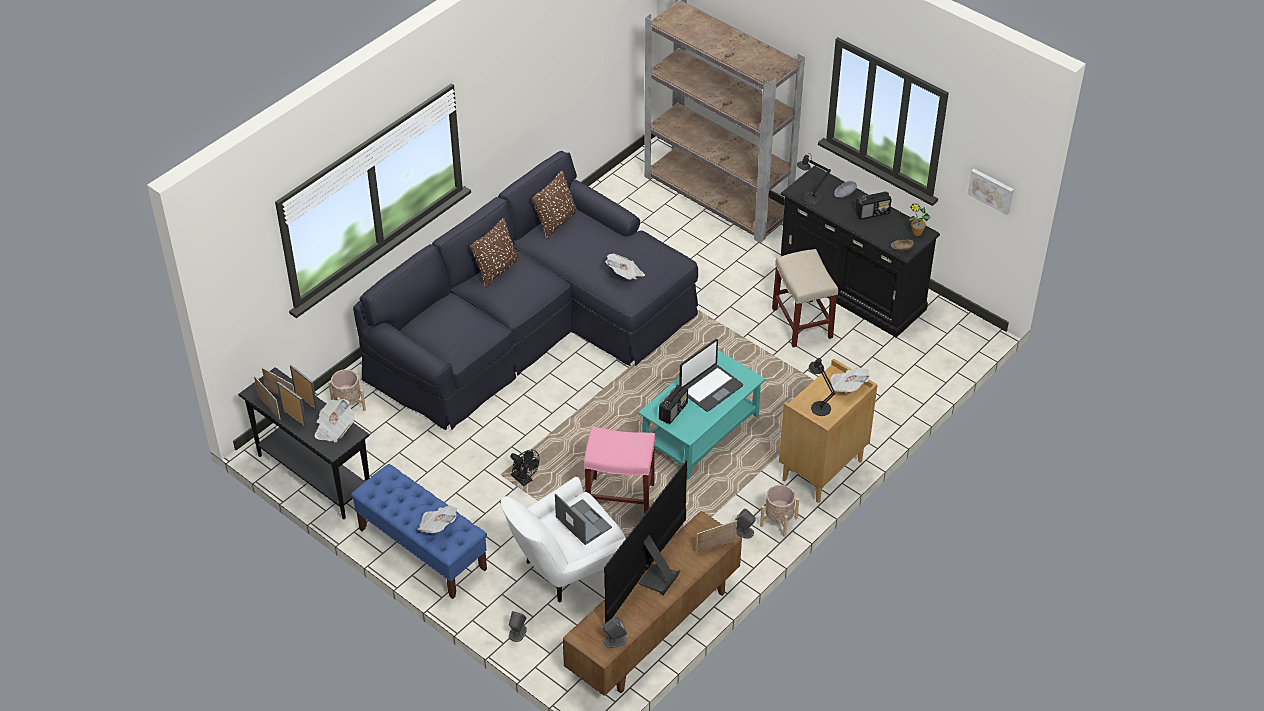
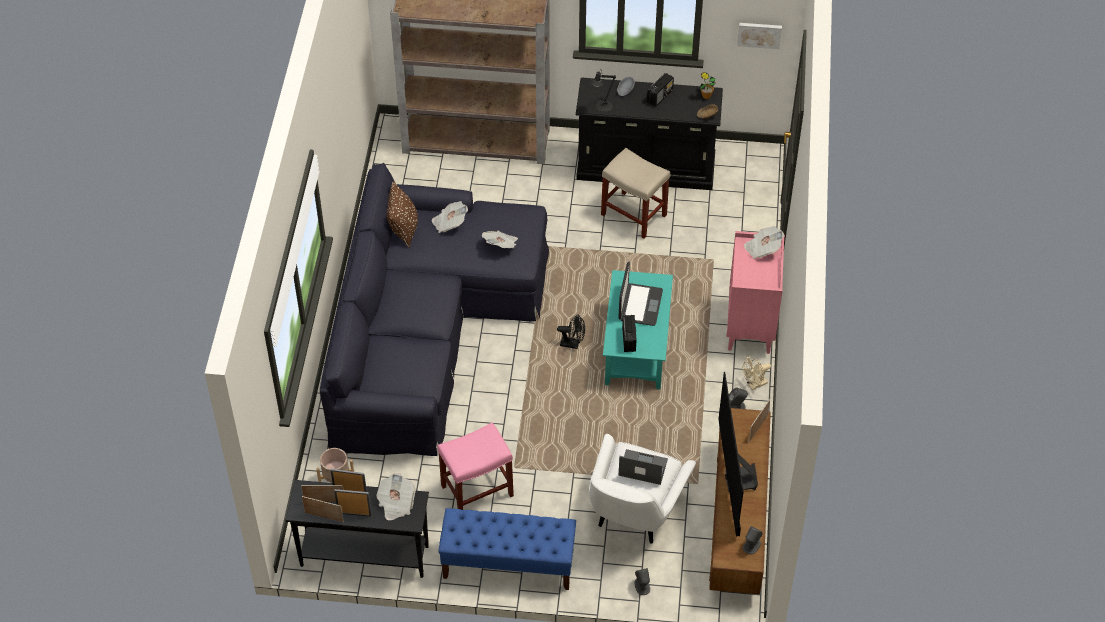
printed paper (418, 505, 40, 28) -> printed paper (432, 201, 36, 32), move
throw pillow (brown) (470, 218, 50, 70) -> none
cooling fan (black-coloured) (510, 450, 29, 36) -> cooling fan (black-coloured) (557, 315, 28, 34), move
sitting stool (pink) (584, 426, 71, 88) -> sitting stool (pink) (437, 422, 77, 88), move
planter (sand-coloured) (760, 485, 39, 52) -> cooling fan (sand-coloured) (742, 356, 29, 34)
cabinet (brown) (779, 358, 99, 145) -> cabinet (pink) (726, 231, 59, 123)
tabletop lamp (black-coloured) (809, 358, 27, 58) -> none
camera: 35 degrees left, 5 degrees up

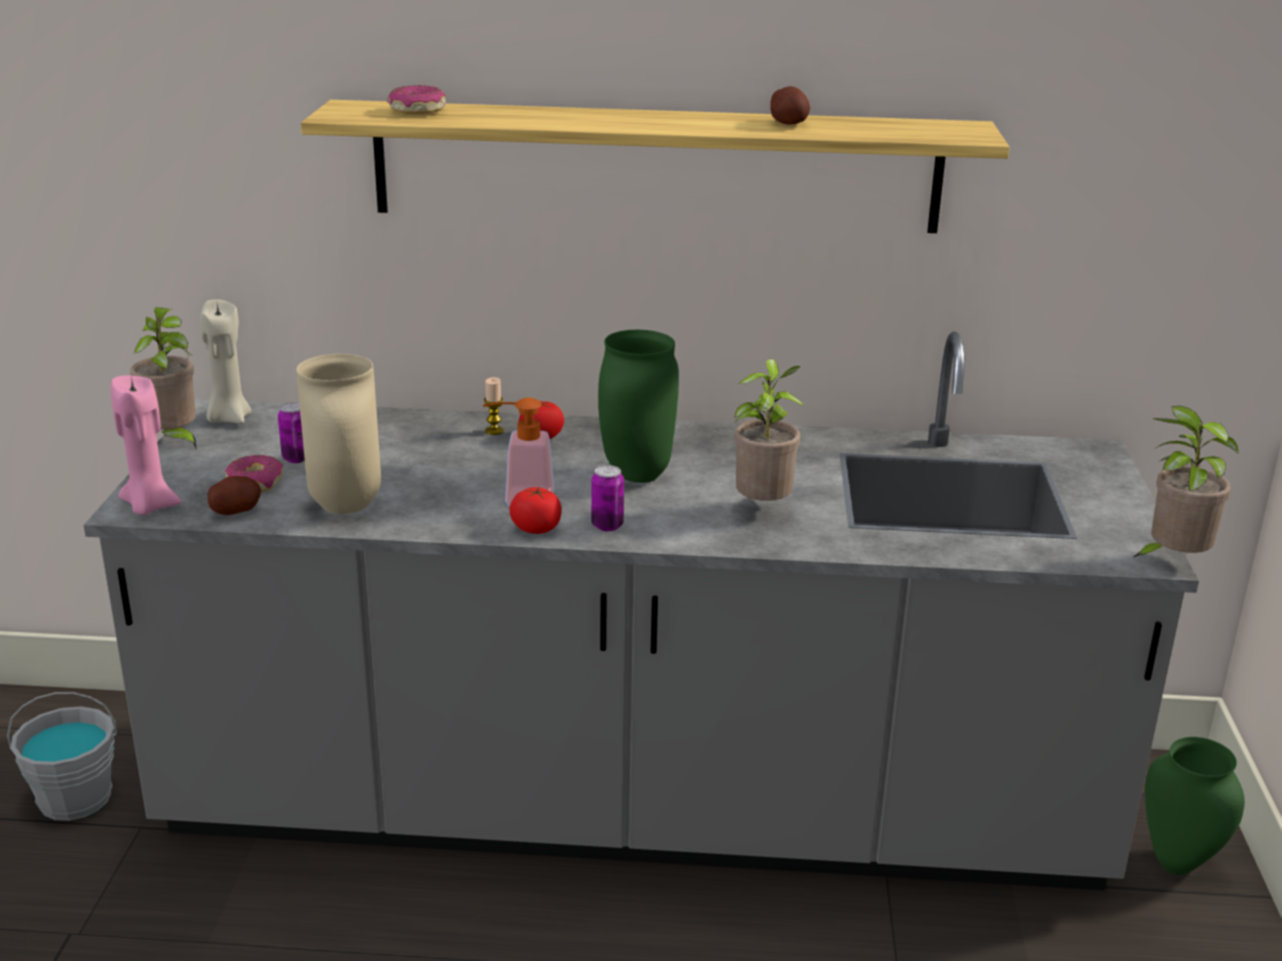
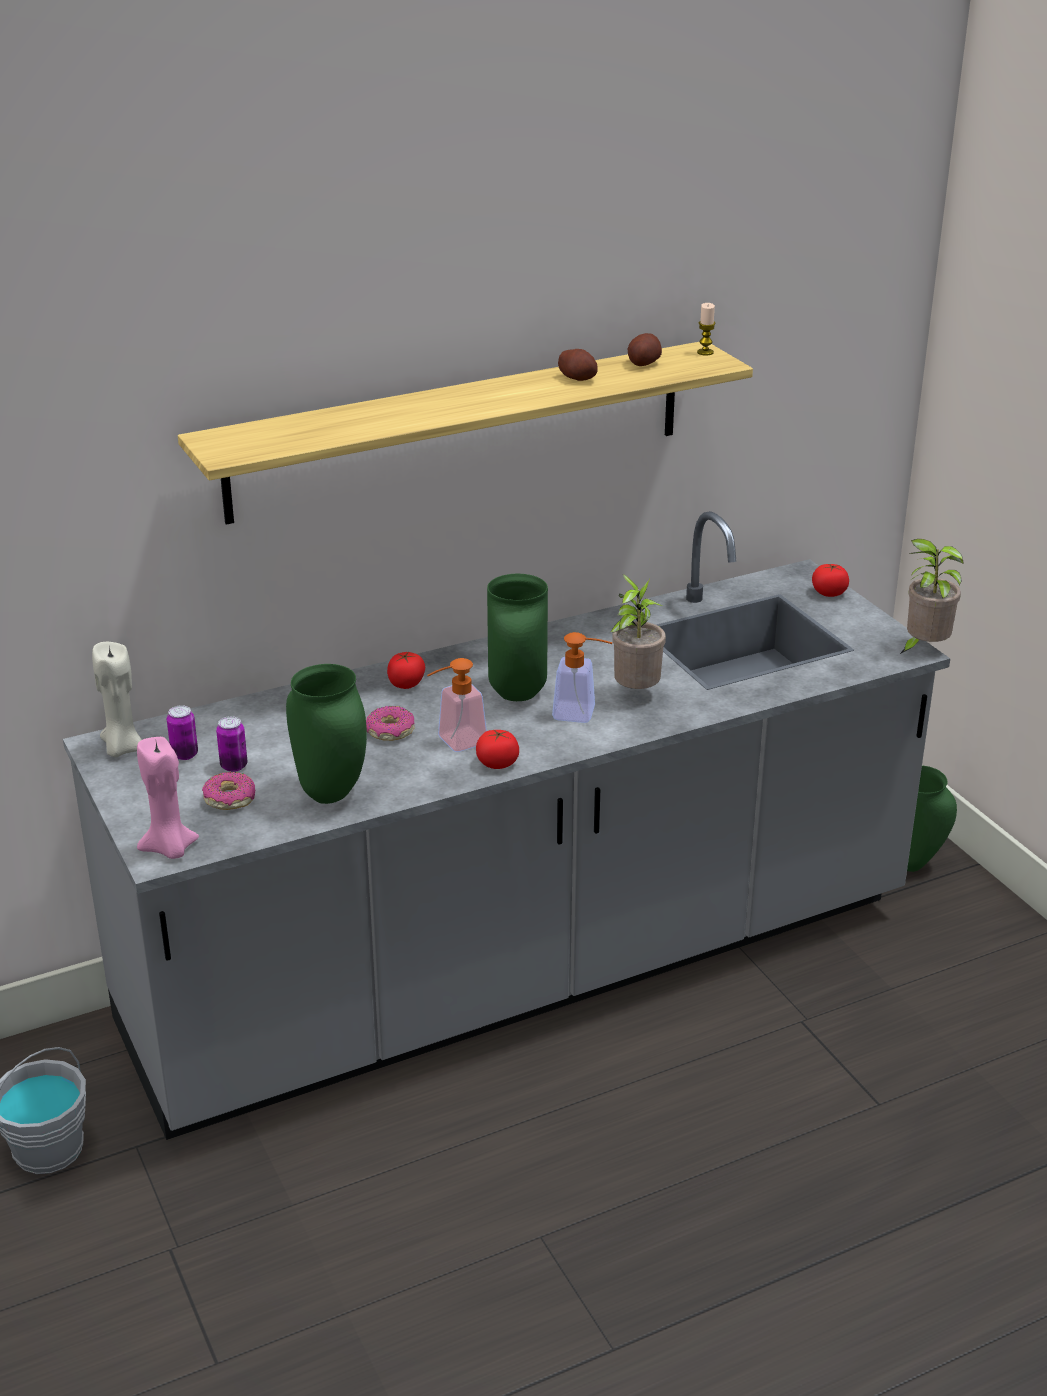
plant in a pot (130, 307, 66, 141) -> none
spud (207, 476, 54, 39) -> spud (627, 333, 35, 33), move
flower vase (sand-coloured) (296, 354, 85, 160) -> flower vase (green) (286, 664, 81, 140)
doughnut (387, 85, 59, 29) -> doughnut (366, 706, 49, 35), move
wax candle (484, 377, 20, 58) -> wax candle (697, 303, 18, 53), move
can (591, 465, 33, 66) -> can (167, 705, 31, 55), move
none -> soap dispenser (552, 632, 61, 91)
none -> whole tomato (812, 564, 37, 33)
camera: 30 degrees left, 5 degrees up

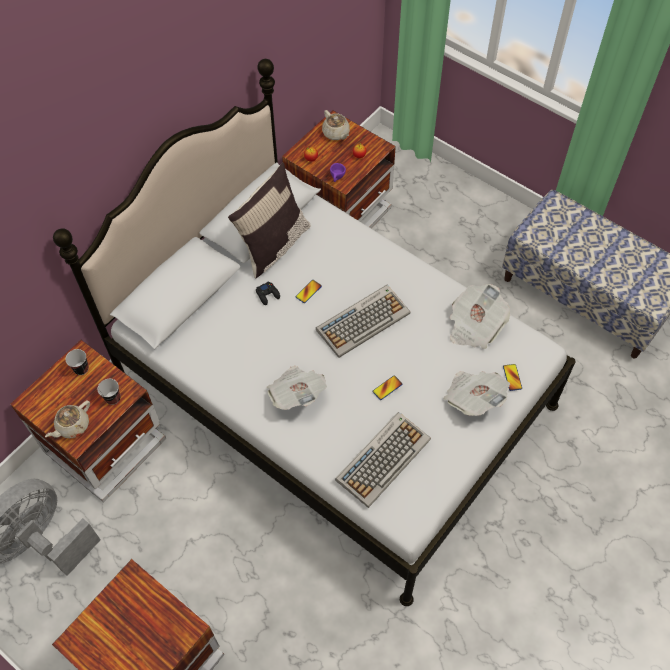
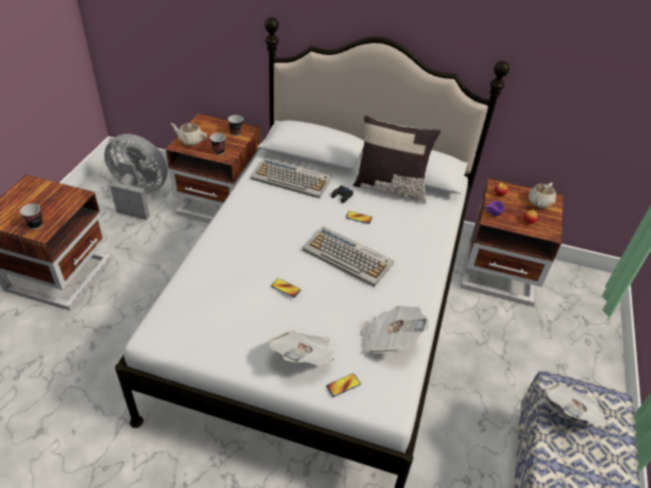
printed paper (267, 366, 60, 44) -> printed paper (546, 383, 62, 44), move
computer keyboard (335, 412, 96, 96) -> computer keyboard (251, 158, 80, 41), move
none -> drinking cup (20, 204, 23, 25)
camera: 65 degrees right, 15 degrees down

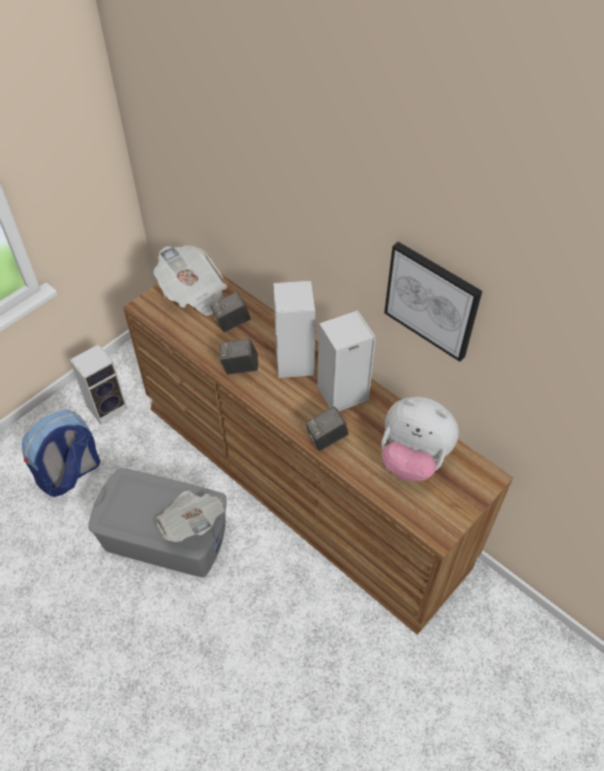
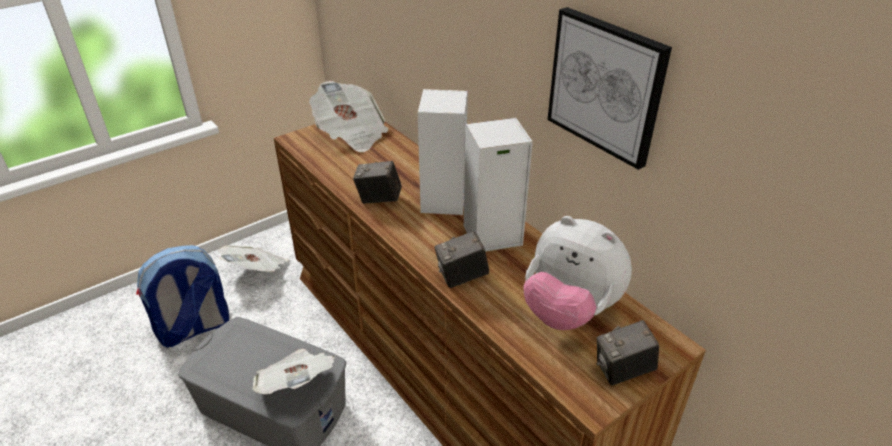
speaker (69, 344, 59, 81) -> printed paper (218, 245, 71, 27)
photo camera (210, 292, 41, 40) -> photo camera (597, 320, 62, 65), move
camera: 10 degrees right, 15 degrees down

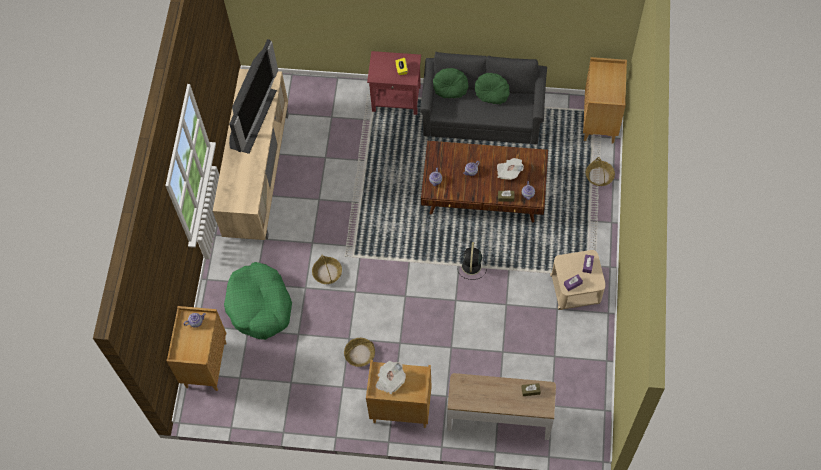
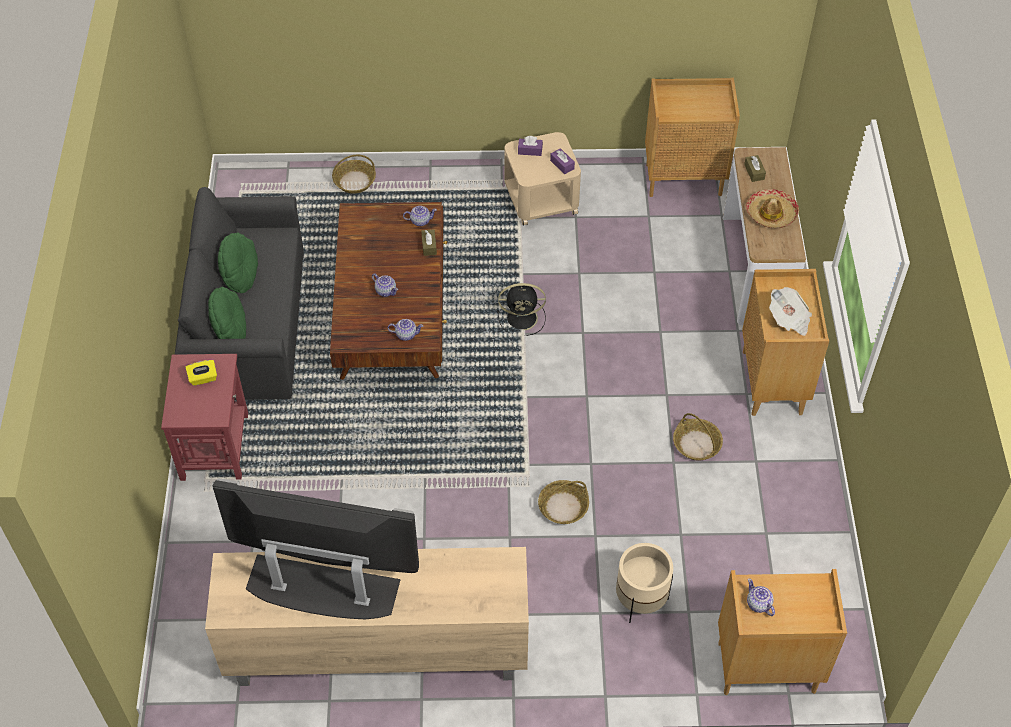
dog cushion (green) (224, 262, 68, 78) -> planter (sand-coloured) (616, 543, 57, 80)
printed paper (497, 158, 27, 22) -> none
cabinet (brown) (583, 57, 44, 86) -> cabinet (brown) (645, 78, 95, 119), move
none -> clothing hat (746, 189, 53, 39)
camera: 100 degrees left, 10 degrees down

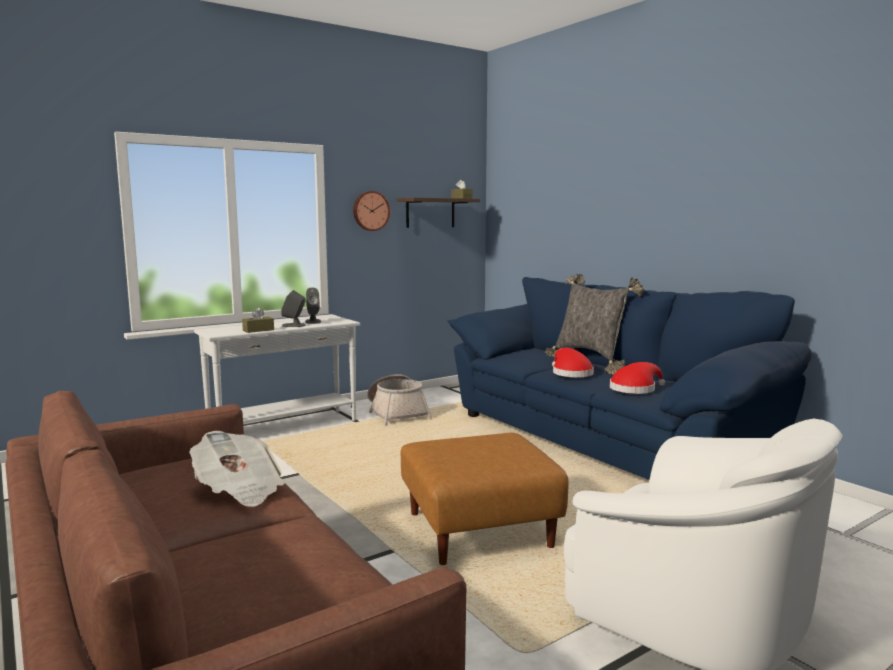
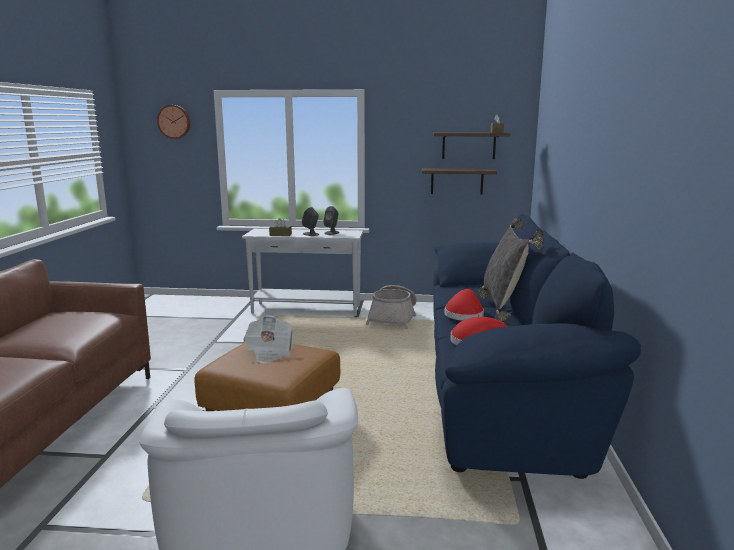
printed paper (189, 431, 96, 76) -> printed paper (243, 315, 51, 48), move
clock on the wall (353, 191, 37, 40) -> clock on the wall (157, 105, 33, 34), move
none -> shelf (422, 168, 75, 27)
camera: 40 degrees right, 5 degrees up

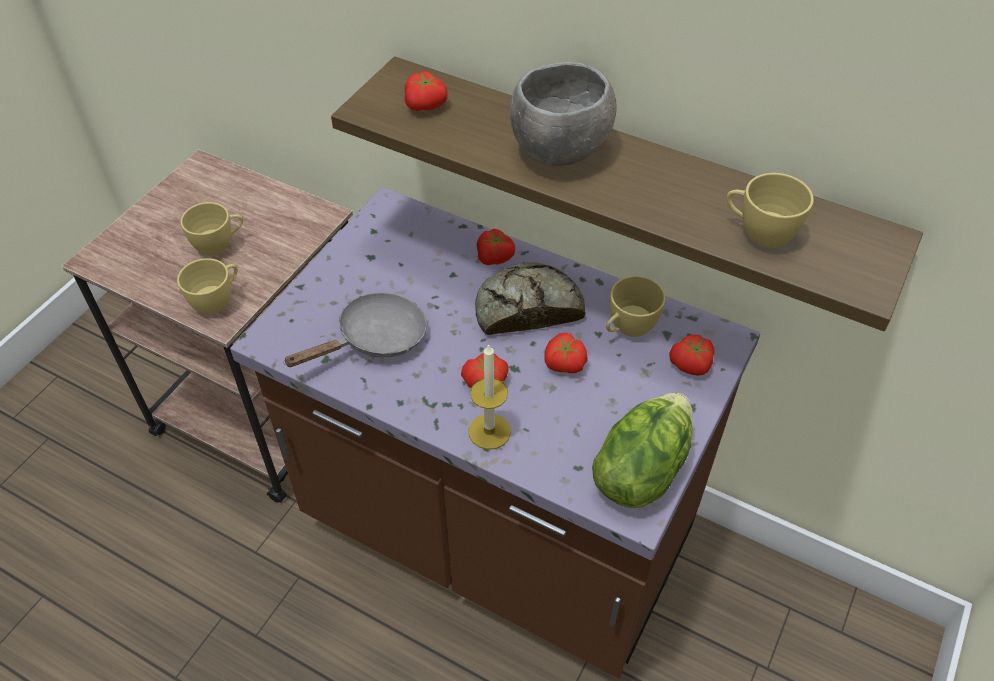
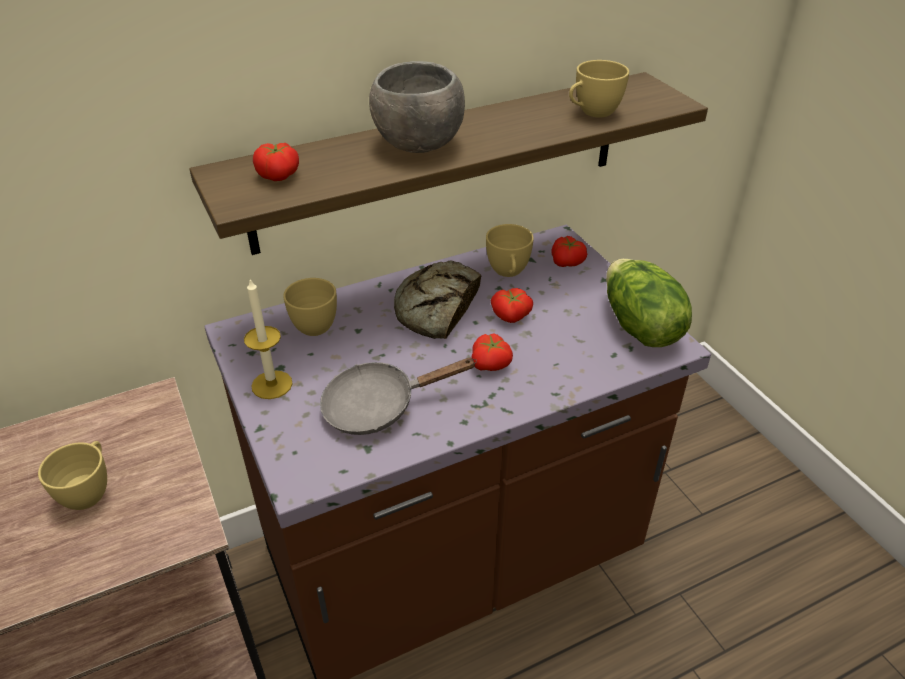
drinking cup (yellow-coloured) (177, 258, 61, 56) -> drinking cup (yellow-coloured) (283, 278, 54, 58), move
frying pan (greyish) (283, 292, 144, 75) -> frying pan (greyish) (320, 358, 157, 77), 105 degrees counterclockwise
wax candle (468, 343, 43, 107) -> wax candle (244, 279, 49, 120), move
whole tomato (477, 229, 38, 36) -> none
camera: 55 degrees left, 10 degrees down

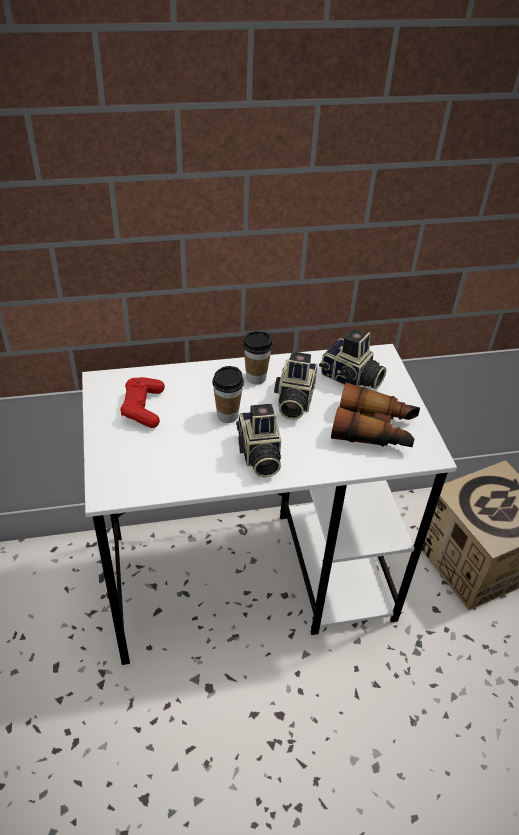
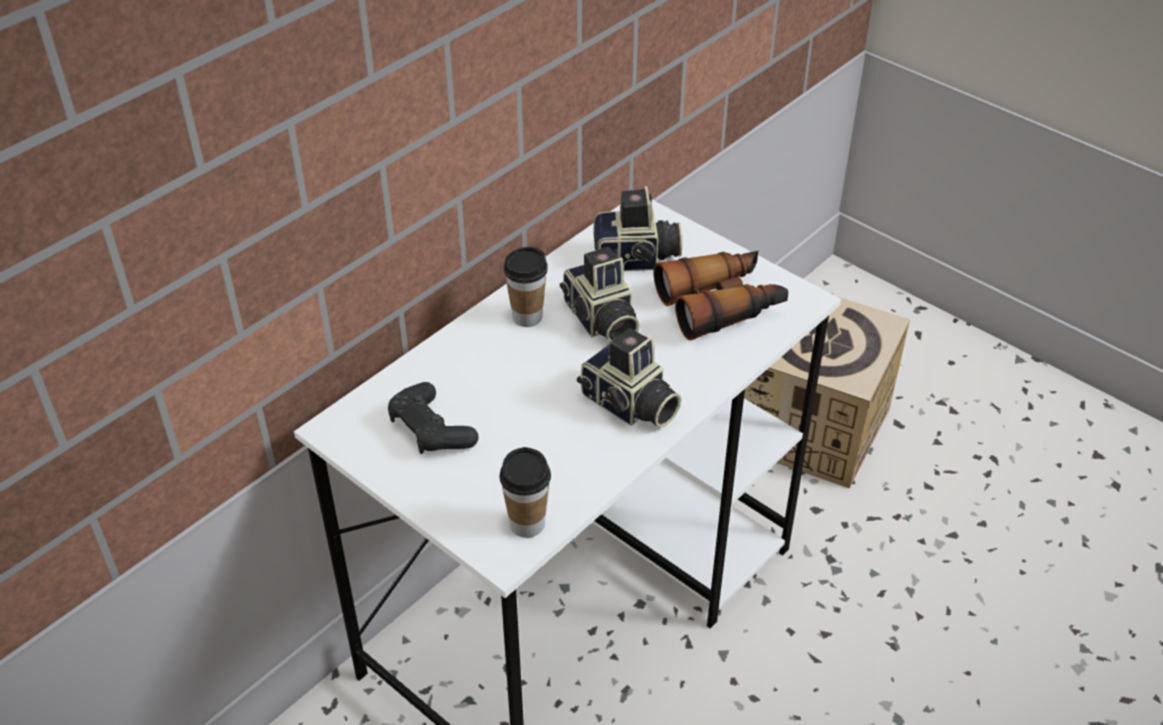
game controller (red) (120, 377, 45, 51) -> game controller (black-coloured) (388, 382, 90, 72)
drinking cup (212, 366, 32, 57) -> drinking cup (499, 447, 52, 91), move
camera: 35 degrees left, 0 degrees up

